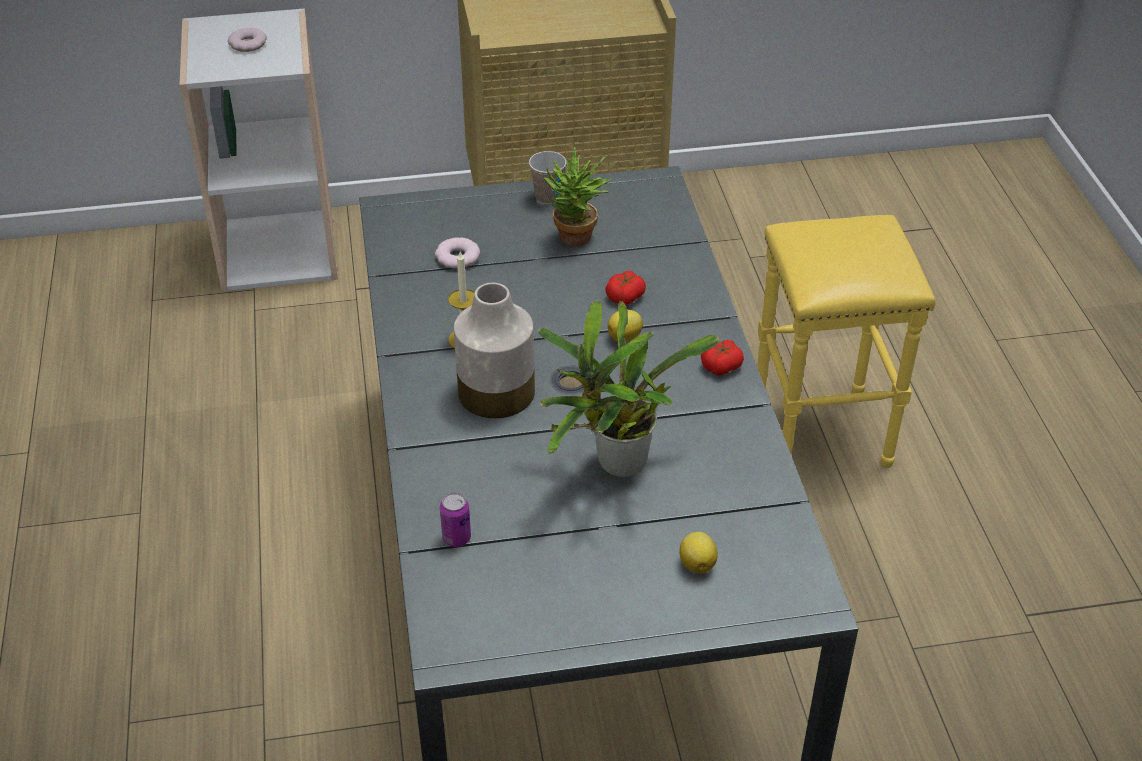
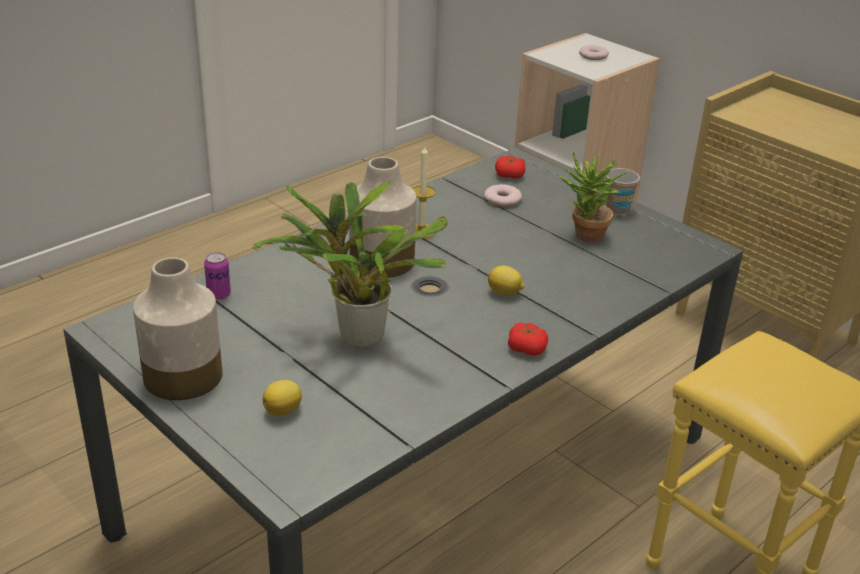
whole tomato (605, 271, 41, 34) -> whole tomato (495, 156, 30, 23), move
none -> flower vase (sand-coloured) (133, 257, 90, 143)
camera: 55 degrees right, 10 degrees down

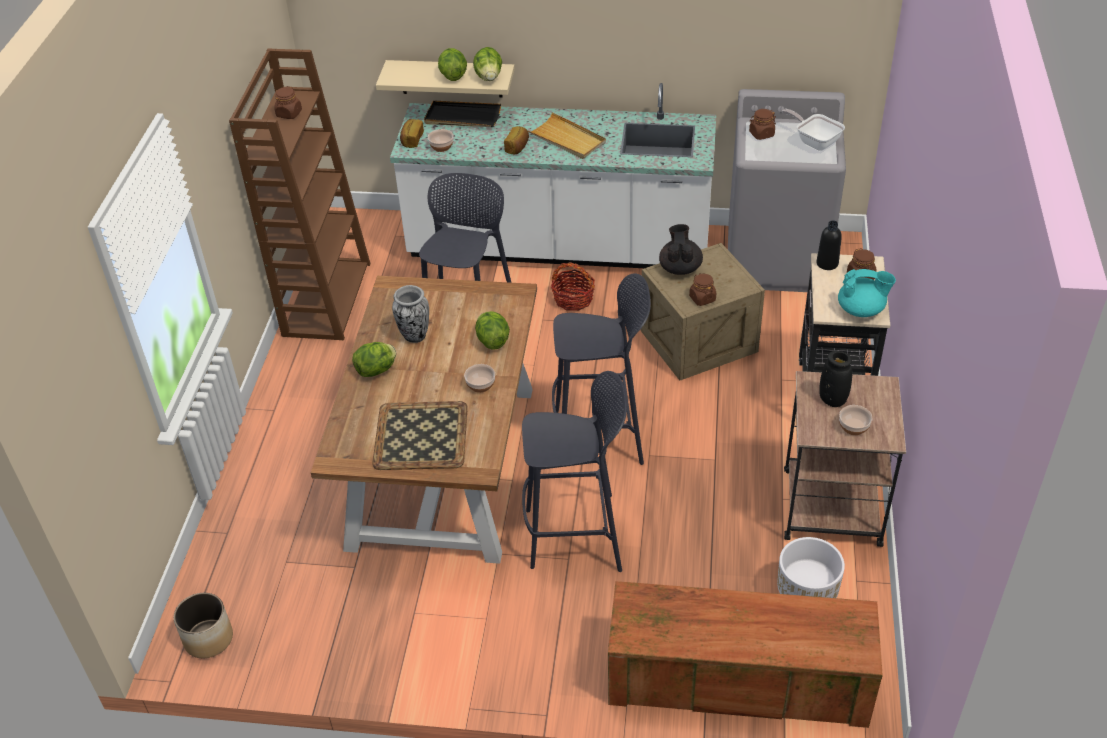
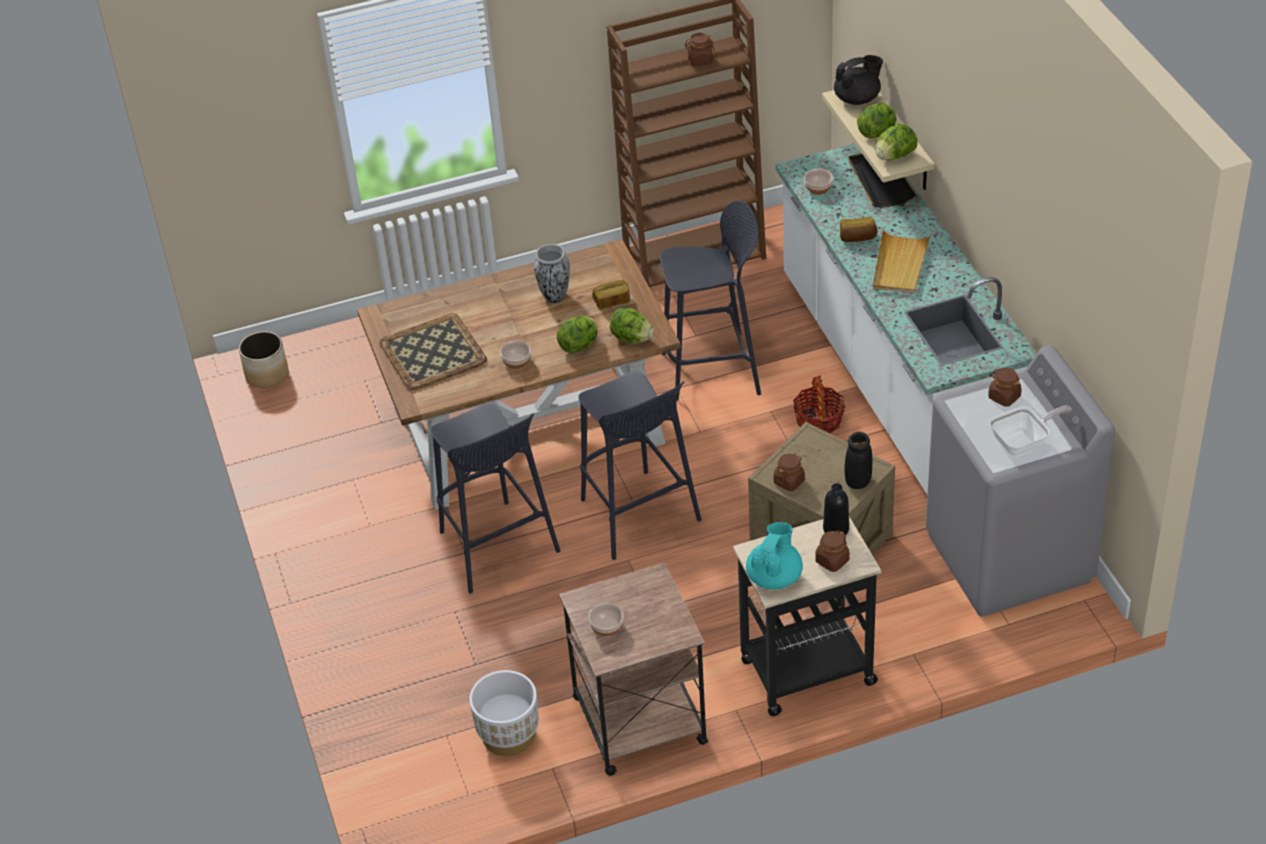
head of lettuce (352, 342, 44, 35) -> head of lettuce (610, 308, 44, 35), move
bread (400, 119, 24, 29) -> bread (592, 280, 38, 30), move
indoor bench (brown) (608, 581, 275, 147) -> none
pot for tea (black-coloured) (659, 224, 44, 51) -> pot for tea (black-coloured) (834, 55, 49, 50), move
frying pan (782, 109, 63, 42) -> frying pan (989, 405, 83, 51), 45 degrees clockwise
flower vase (black-coloured) (819, 351, 33, 56) -> flower vase (black-coloured) (844, 432, 28, 57), move
pot for tea (turquoise-coloured) (838, 269, 58, 48) -> pot for tea (turquoise-coloured) (746, 522, 57, 67), 135 degrees counterclockwise
camera: 65 degrees right, 0 degrees up

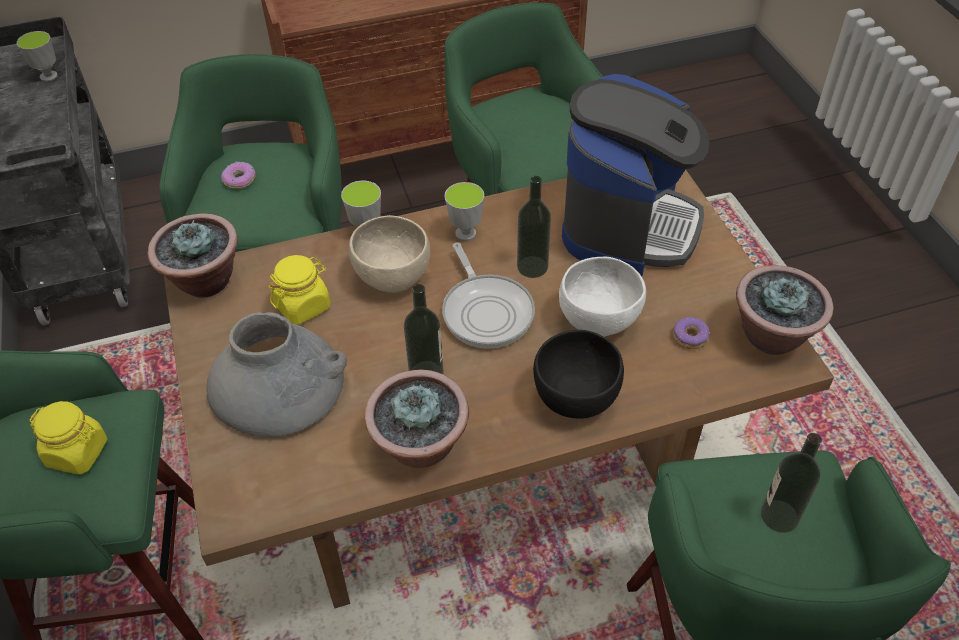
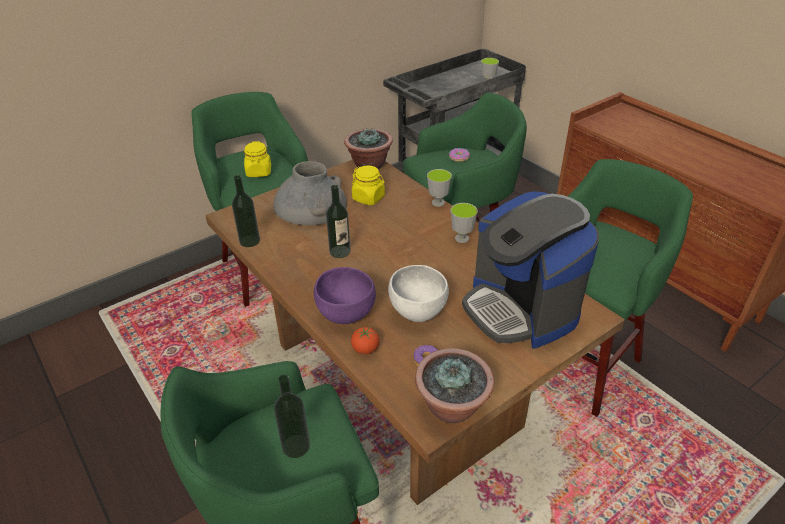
deep dish (sand-coloured) (349, 215, 81, 78) -> none
plant in a pot (365, 370, 104, 98) -> none
frying pan (442, 242, 93, 107) -> none
drink bottle (517, 176, 34, 102) -> drink bottle (232, 175, 28, 72), move
deep dish (black-coloured) (533, 330, 91, 89) -> deep dish (purple) (314, 267, 62, 57)
coffee machine (562, 74, 147, 202) -> coffee machine (462, 191, 137, 158), 60 degrees clockwise
none -> whole tomato (351, 327, 28, 27)
camera: 70 degrees right, 10 degrees down

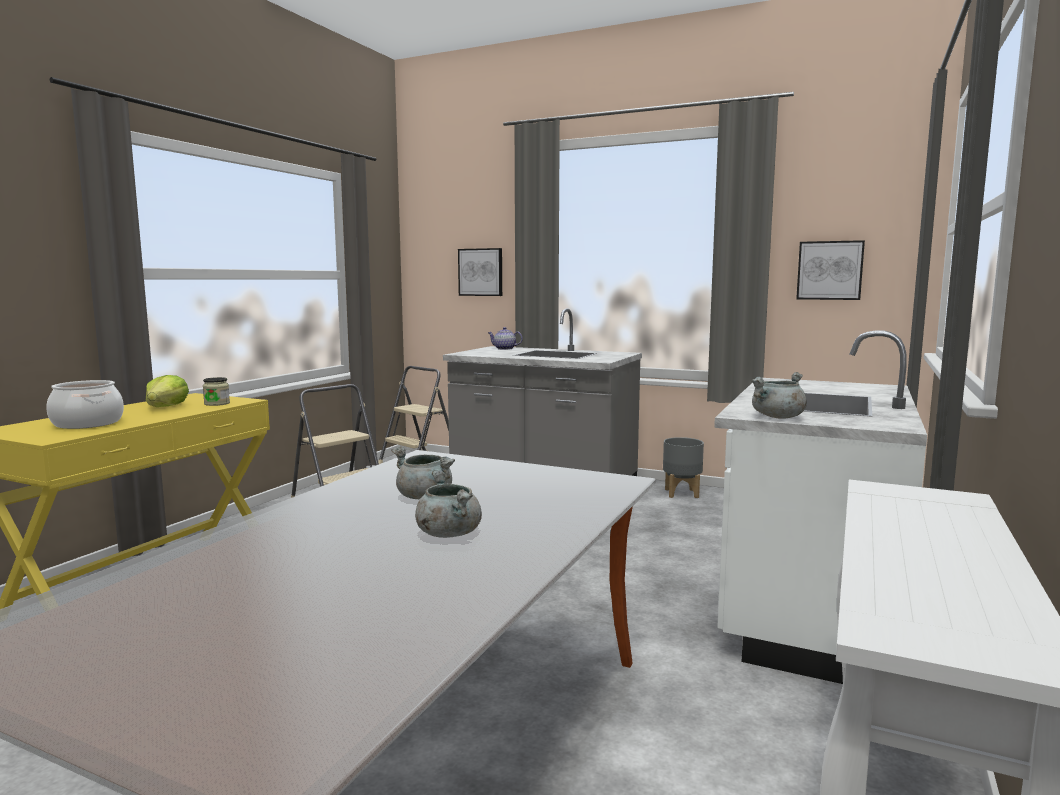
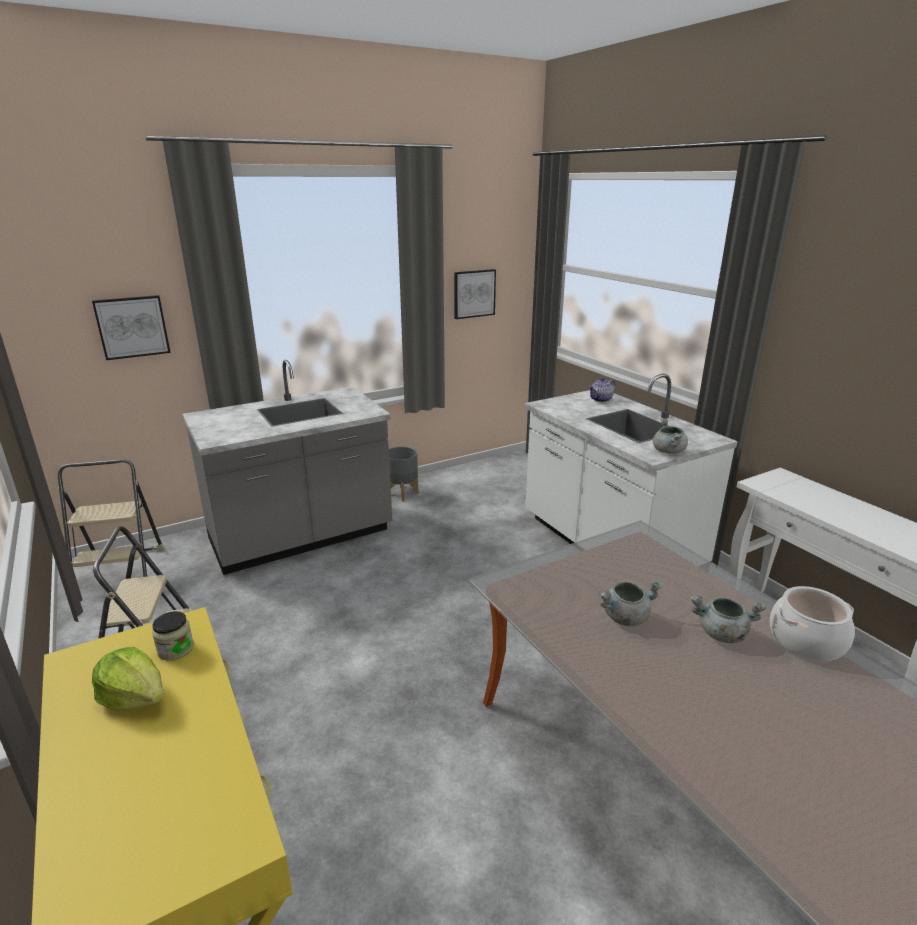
saucepot (46, 380, 78, 49) -> saucepot (770, 586, 85, 76), move
pot for tea (488, 327, 35, 23) -> pot for tea (589, 378, 27, 24), move
camera: 55 degrees left, 15 degrees up

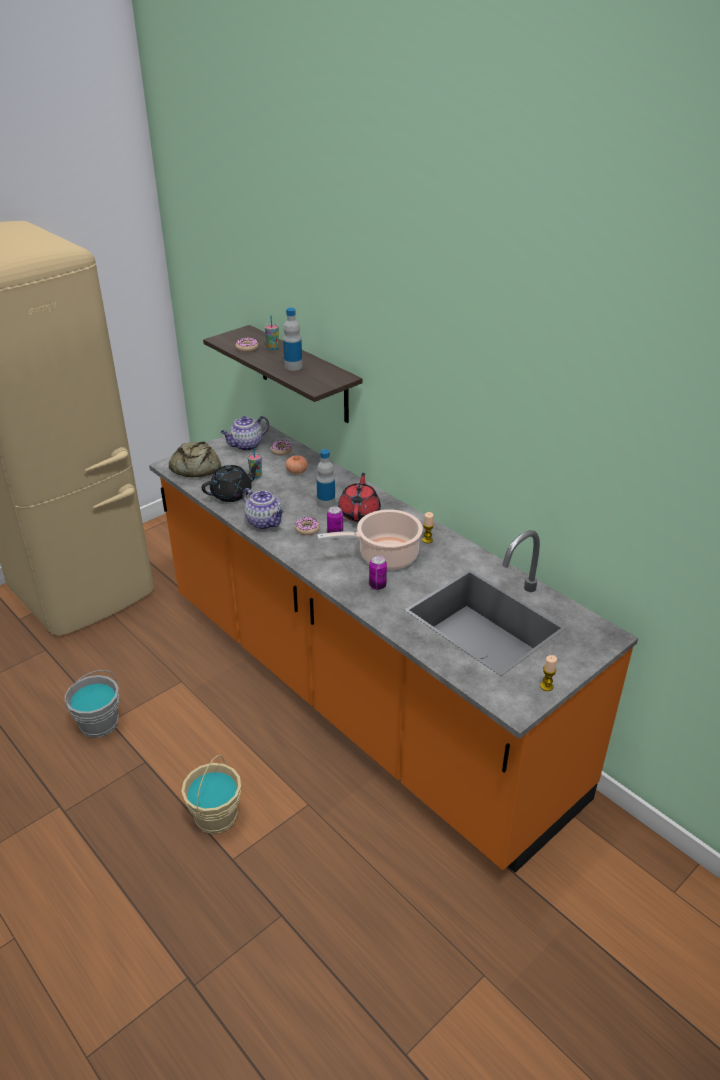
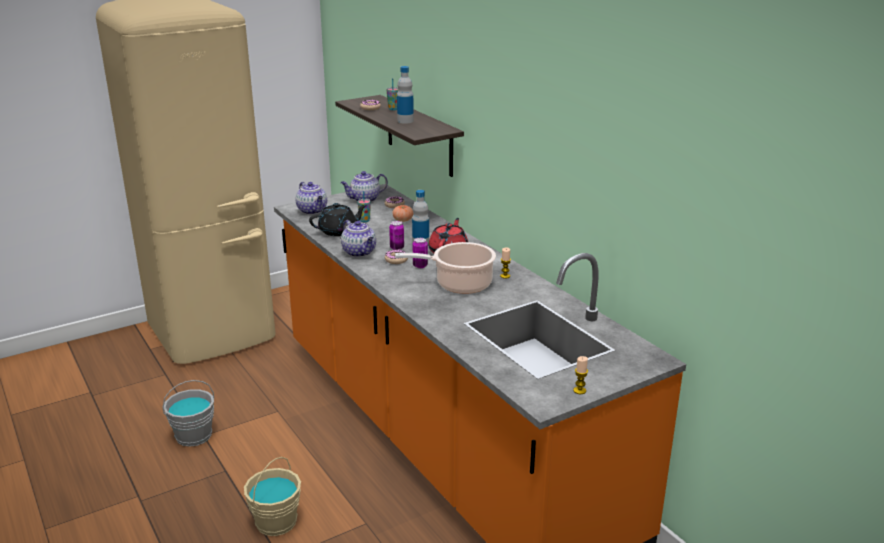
bread (169, 442, 52, 35) -> pot for tea (296, 182, 31, 33)
can (369, 556, 18, 34) -> can (389, 221, 15, 29), move
camera: 10 degrees right, 10 degrees down

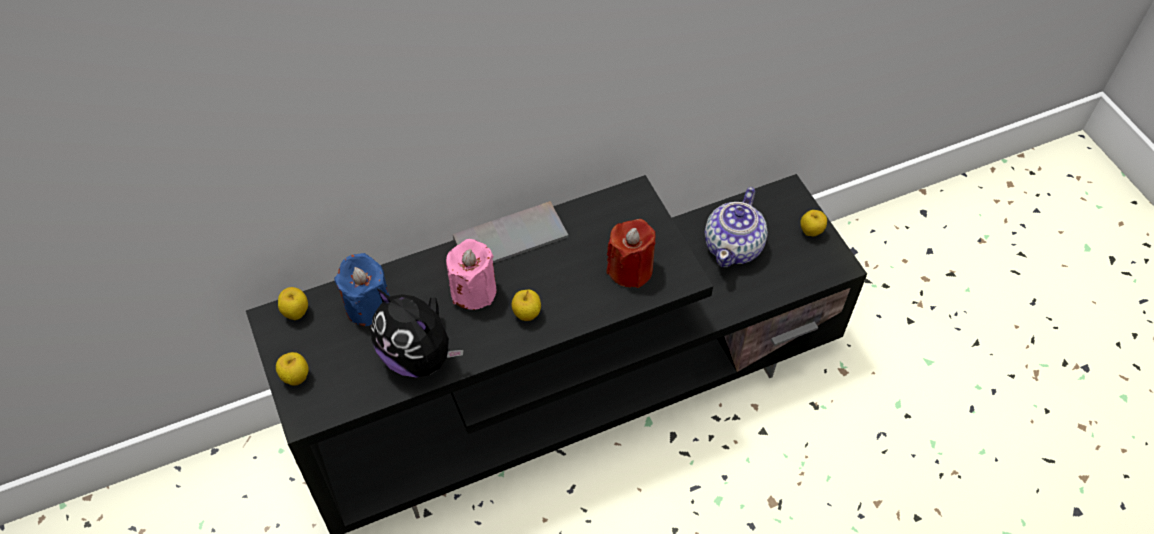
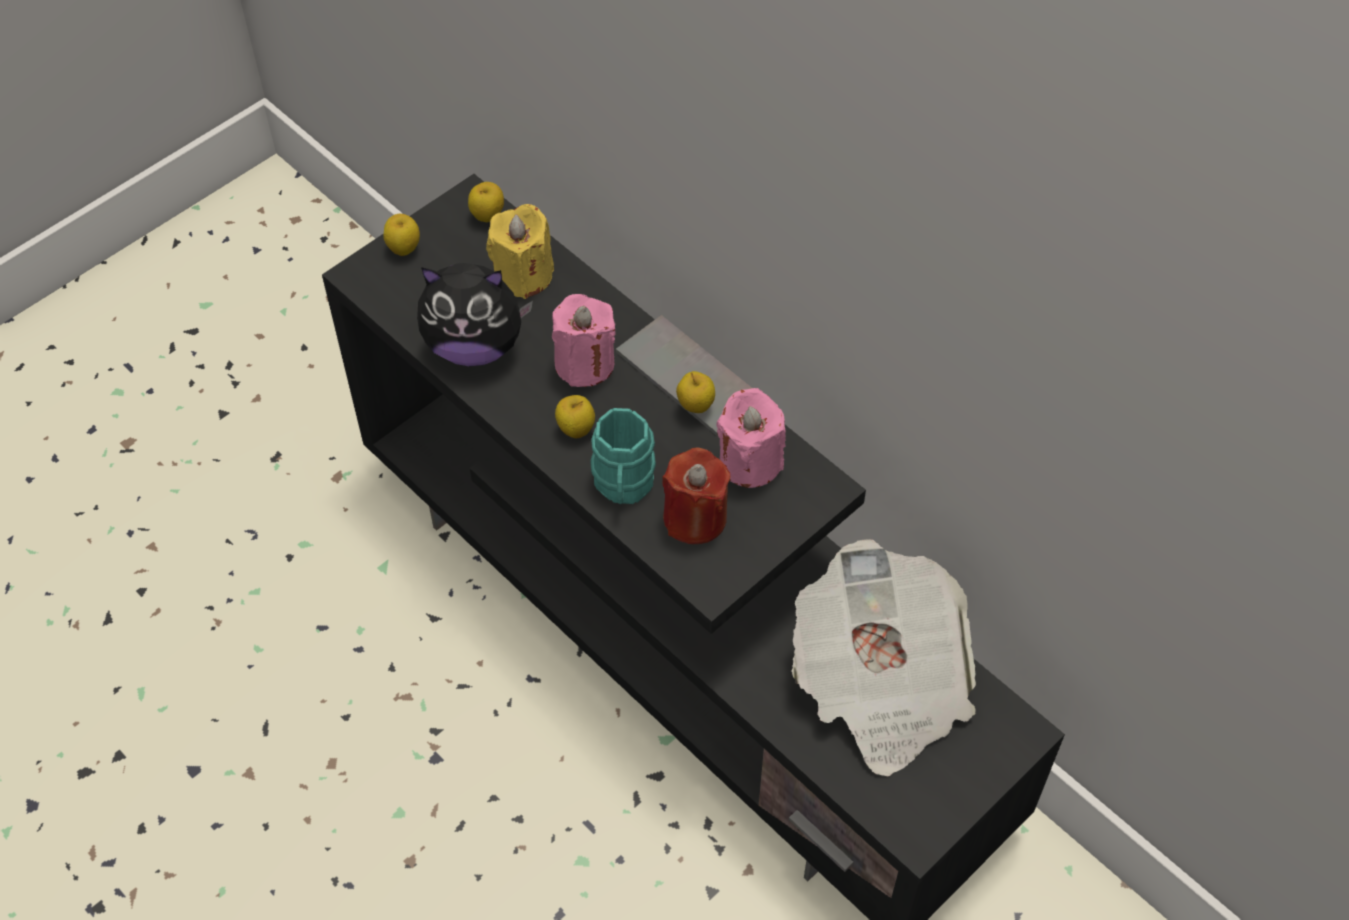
wax candle (blue-coloured) (334, 253, 56, 73) -> wax candle (yellow-coloured) (486, 204, 68, 95)
cuddly toy (371, 289, 92, 88) -> cuddly toy (417, 263, 116, 103), 105 degrees counterclockwise
pot for tea (705, 187, 63, 80) -> printed paper (791, 539, 185, 238)
apple (800, 210, 27, 26) -> apple (676, 371, 39, 42), move
none -> tea mug (turquoise-coloured) (590, 408, 66, 96)
none -> wax candle (pink) (716, 388, 70, 100)
camera: 70 degrees right, 0 degrees up

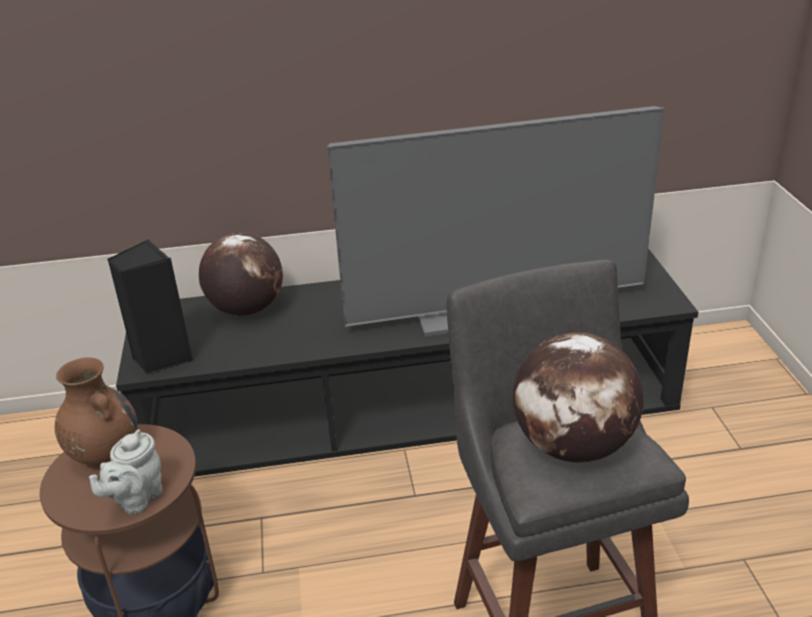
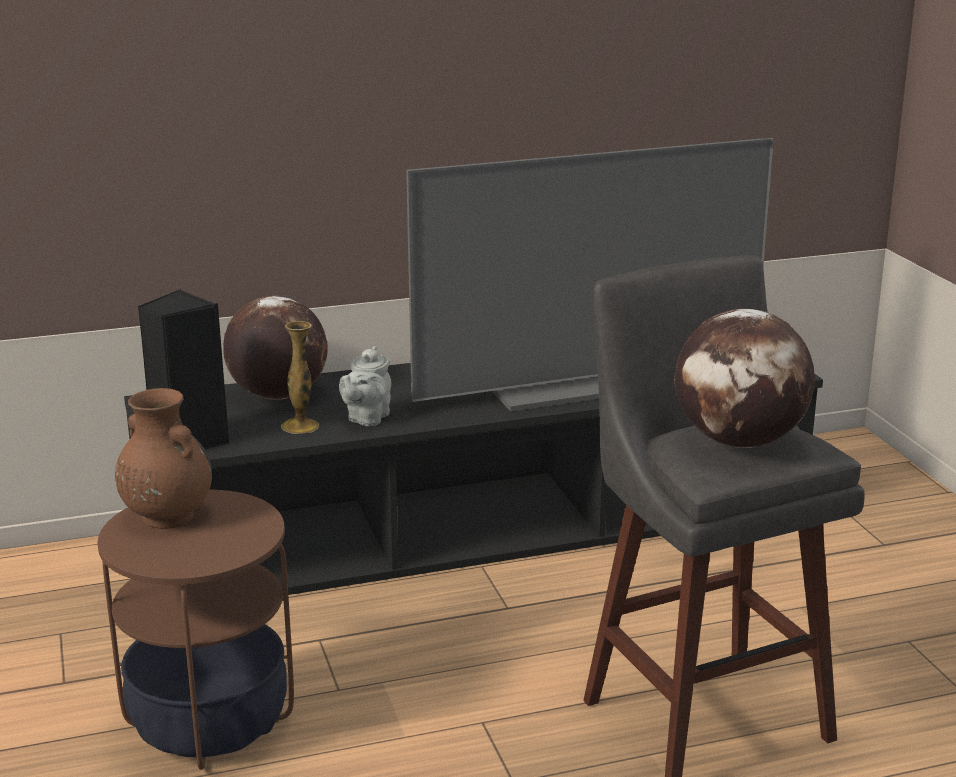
pot for tea (greyish) (89, 429, 74, 85) -> pot for tea (greyish) (339, 346, 52, 80), move
none -> flower vase (281, 321, 38, 113)
camera: 10 degrees left, 10 degrees down

